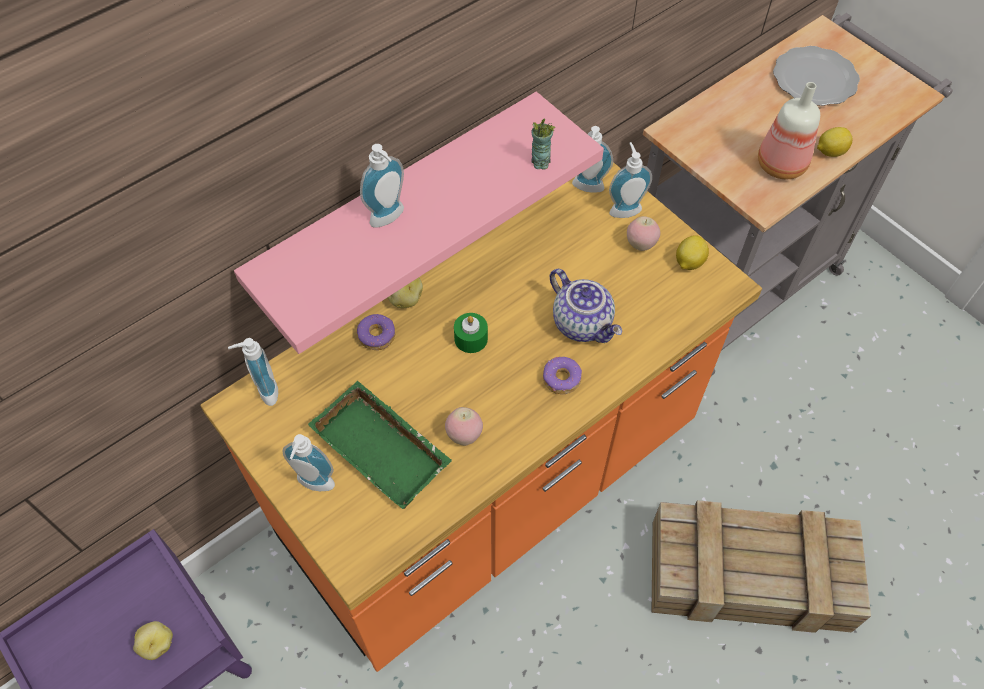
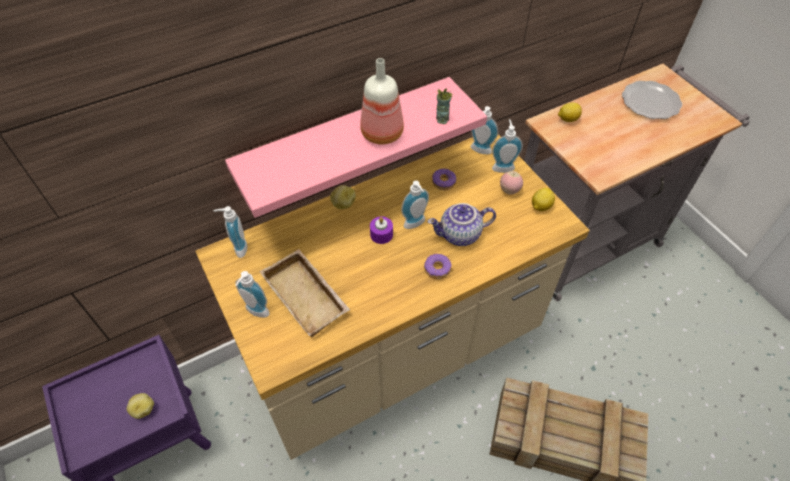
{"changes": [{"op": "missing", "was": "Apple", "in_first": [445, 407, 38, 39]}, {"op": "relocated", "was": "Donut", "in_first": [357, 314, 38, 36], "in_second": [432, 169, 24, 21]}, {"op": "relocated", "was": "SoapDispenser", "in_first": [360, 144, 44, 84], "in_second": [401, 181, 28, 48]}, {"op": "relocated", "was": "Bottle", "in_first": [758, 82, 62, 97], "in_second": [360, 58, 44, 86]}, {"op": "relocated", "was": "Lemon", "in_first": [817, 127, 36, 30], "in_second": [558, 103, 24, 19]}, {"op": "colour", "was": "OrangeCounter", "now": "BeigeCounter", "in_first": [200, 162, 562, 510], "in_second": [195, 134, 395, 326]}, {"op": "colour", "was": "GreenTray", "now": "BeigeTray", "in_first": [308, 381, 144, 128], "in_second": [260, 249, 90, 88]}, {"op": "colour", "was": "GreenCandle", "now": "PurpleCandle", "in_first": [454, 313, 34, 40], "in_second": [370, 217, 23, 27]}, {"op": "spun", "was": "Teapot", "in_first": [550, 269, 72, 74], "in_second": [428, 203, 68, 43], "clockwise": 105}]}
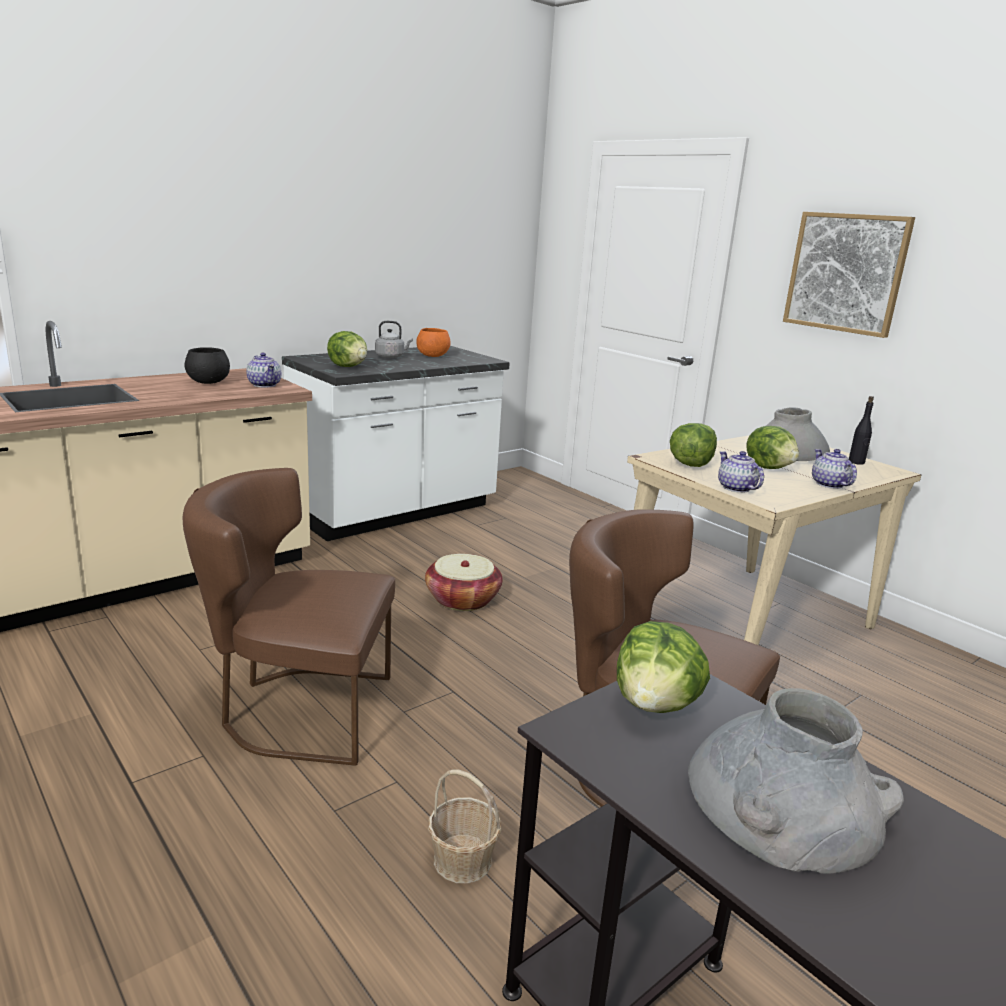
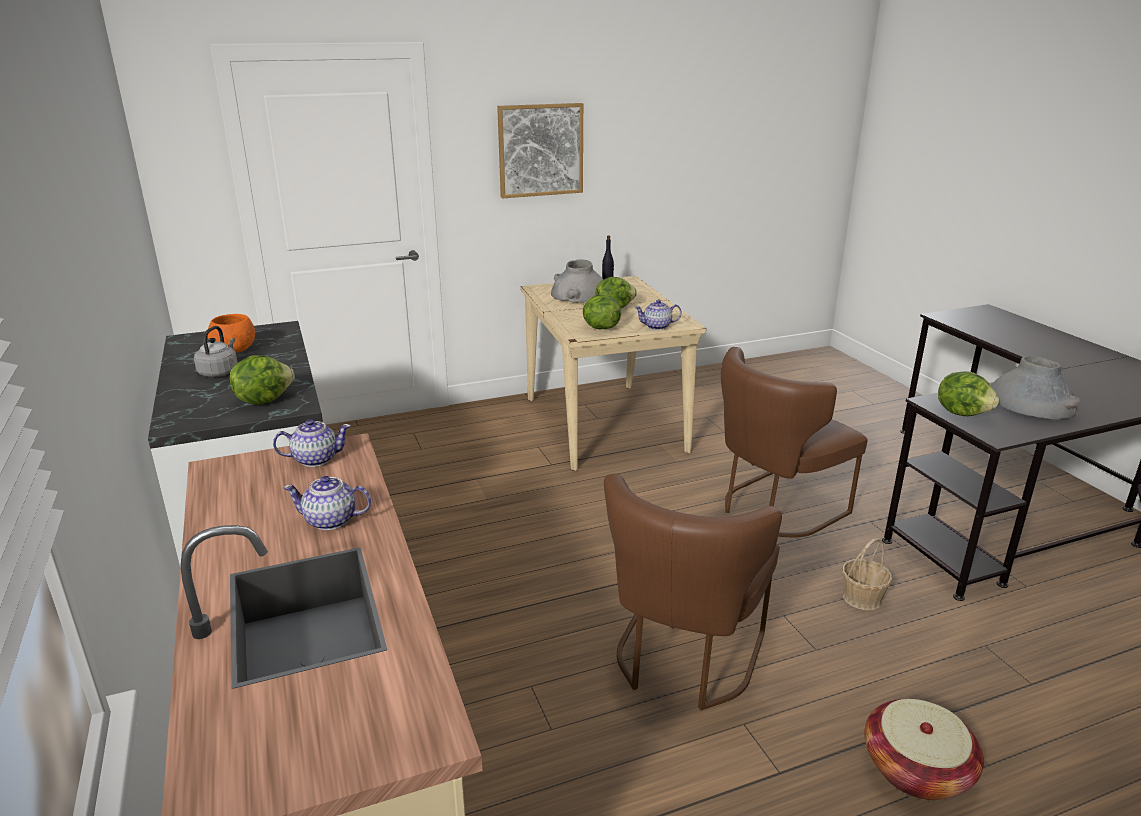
{"changes": [{"op": "missing", "was": "BlackBowl", "in_first": [184, 347, 46, 37]}, {"op": "relocated", "was": "Basket", "in_first": [425, 554, 78, 57], "in_second": [864, 699, 120, 101]}, {"op": "relocated", "was": "Teapot", "in_first": [812, 449, 45, 40], "in_second": [283, 476, 88, 54]}]}
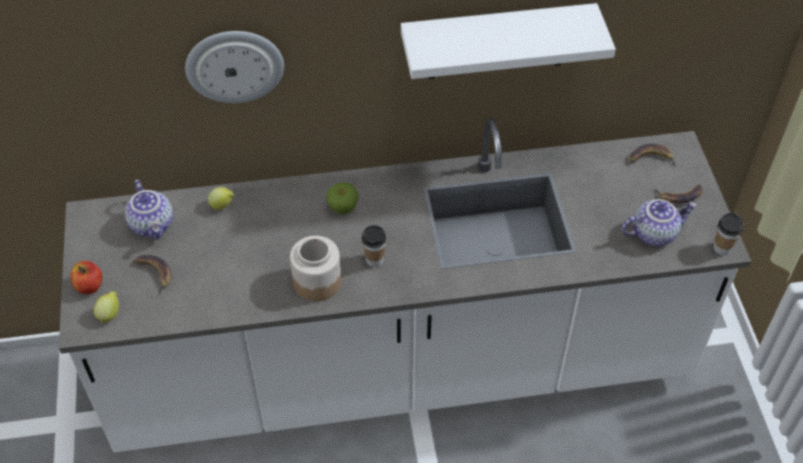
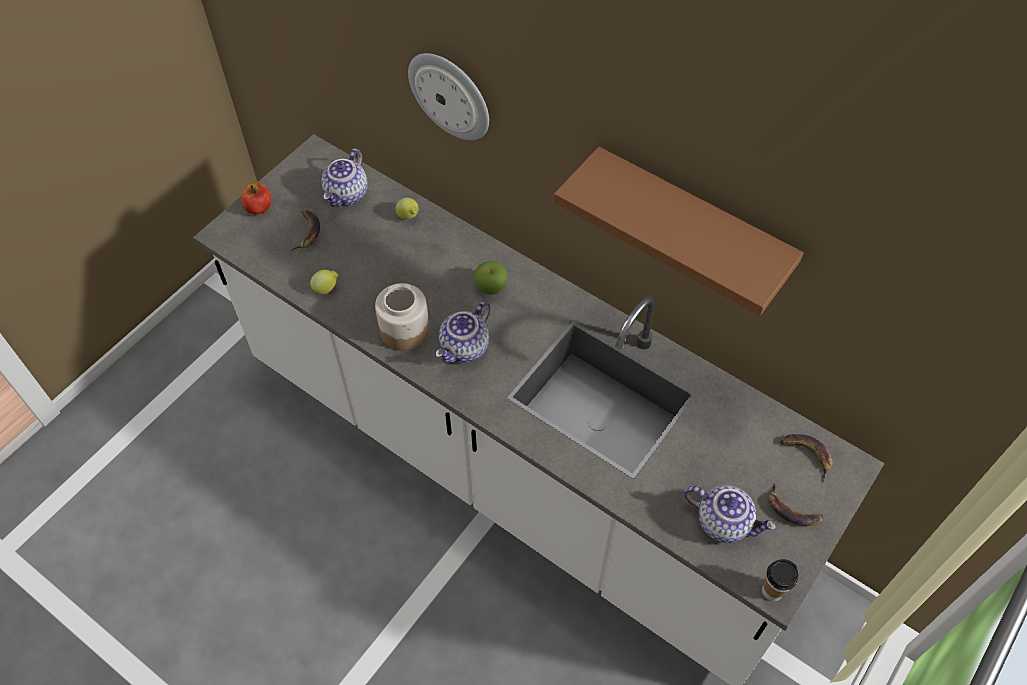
{"changes": [{"op": "relocated", "was": "Lemon", "in_first": [94, 291, 25, 32], "in_second": [310, 270, 28, 25]}, {"op": "exchanged", "was": "Cup", "now": "Teapot", "in_first": [362, 225, 25, 42], "in_second": [435, 301, 55, 62]}, {"op": "colour", "was": "WhiteShelf", "now": "BrownShelf", "in_first": [401, 3, 215, 76], "in_second": [554, 147, 249, 169]}]}
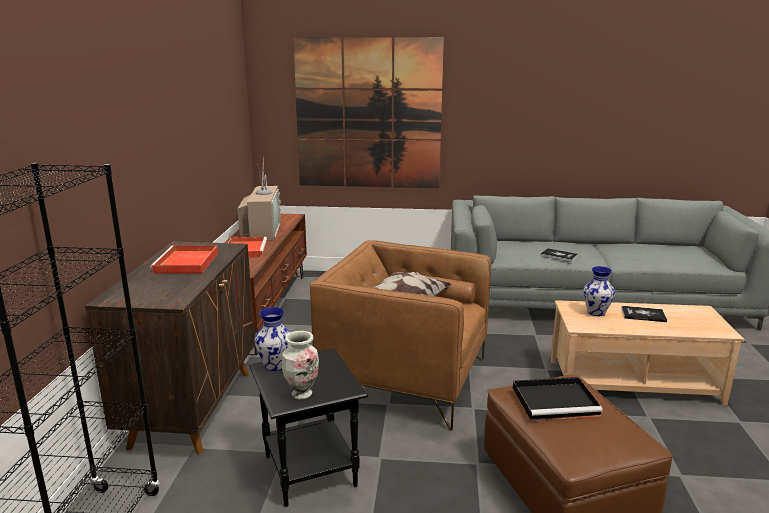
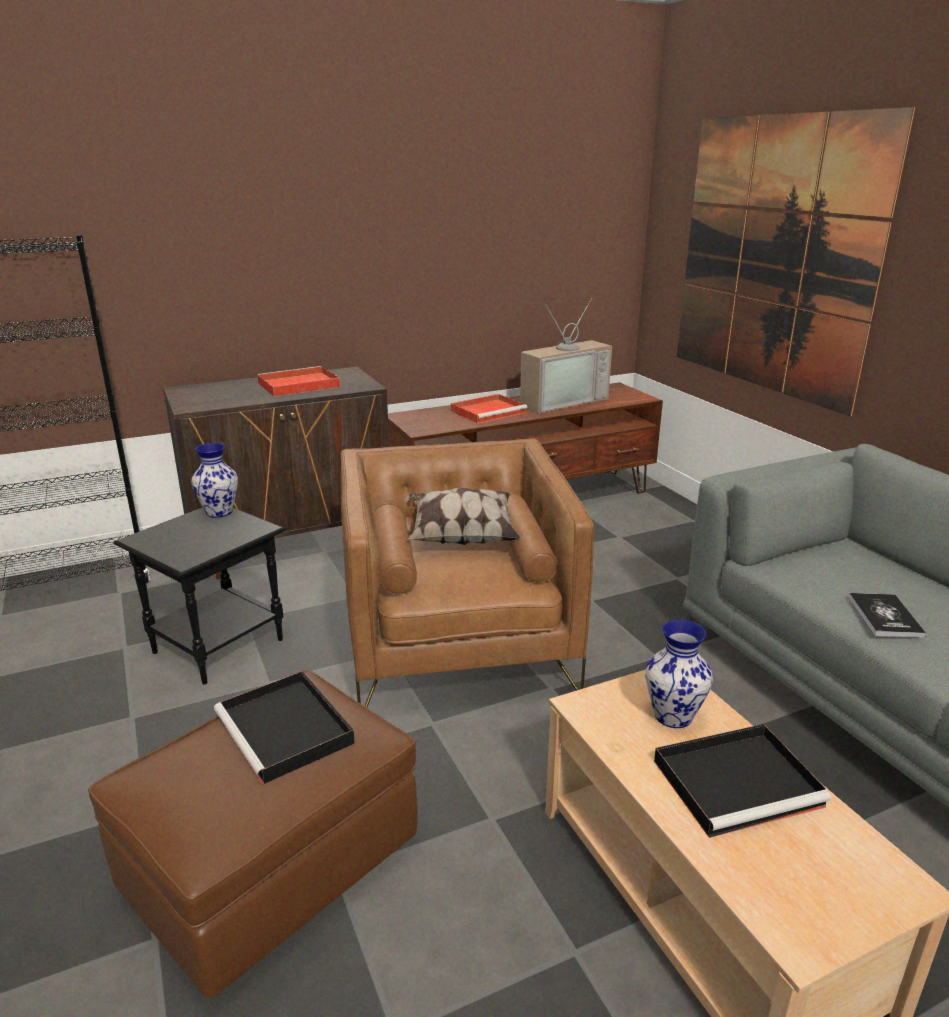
{"changes": [{"op": "missing", "was": "Vase", "in_first": [282, 331, 37, 69]}, {"op": "exchanged", "was": "Book", "now": "BlackTray", "in_first": [621, 306, 46, 16], "in_second": [654, 724, 177, 114]}]}
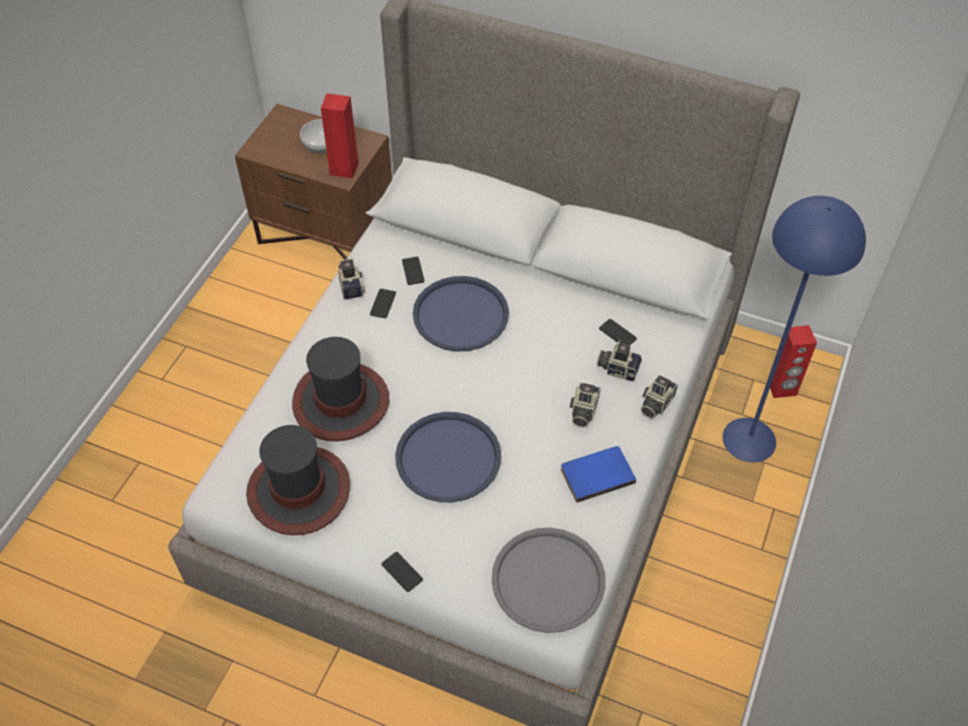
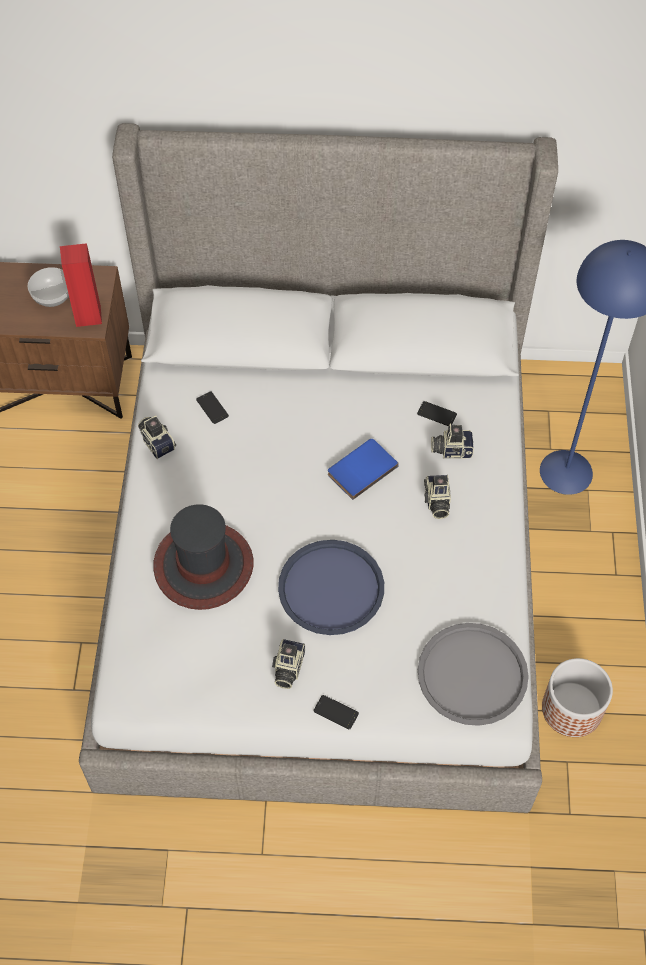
{"changes": [{"op": "missing", "was": "Hat", "in_first": [246, 425, 104, 110]}, {"op": "missing", "was": "Phone", "in_first": [370, 289, 26, 29]}, {"op": "missing", "was": "BlueTray", "in_first": [413, 276, 96, 76]}, {"op": "missing", "was": "RedSpeaker", "in_first": [770, 325, 47, 73]}, {"op": "appeared", "now": "Planter", "in_second": [542, 658, 71, 79]}, {"op": "relocated", "was": "BlueBook", "in_first": [561, 446, 75, 57], "in_second": [328, 439, 71, 61]}, {"op": "relocated", "was": "PhotoCamera", "in_first": [641, 375, 37, 44], "in_second": [272, 639, 33, 50]}]}
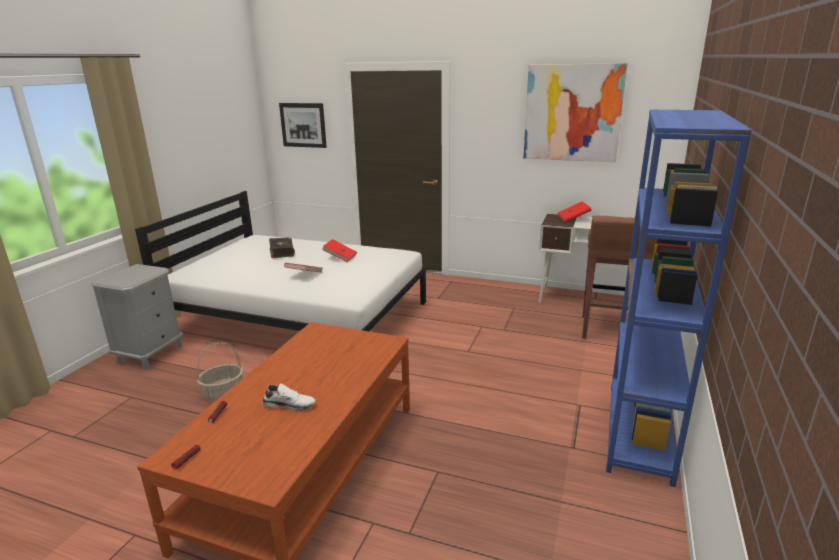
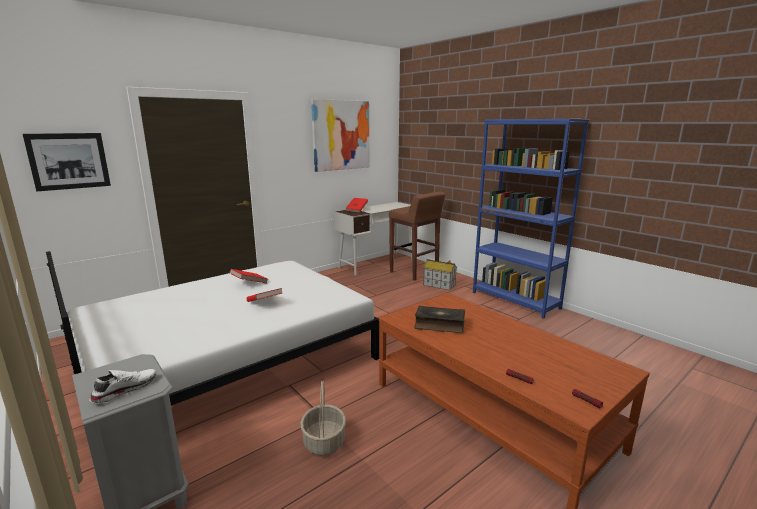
{"changes": [{"op": "appeared", "now": "ToyHouse", "in_second": [423, 259, 34, 31]}, {"op": "relocated", "was": "WhiteShoe", "in_first": [262, 384, 54, 27], "in_second": [89, 369, 67, 35]}, {"op": "relocated", "was": "Book", "in_first": [269, 237, 26, 21], "in_second": [414, 306, 51, 27]}]}
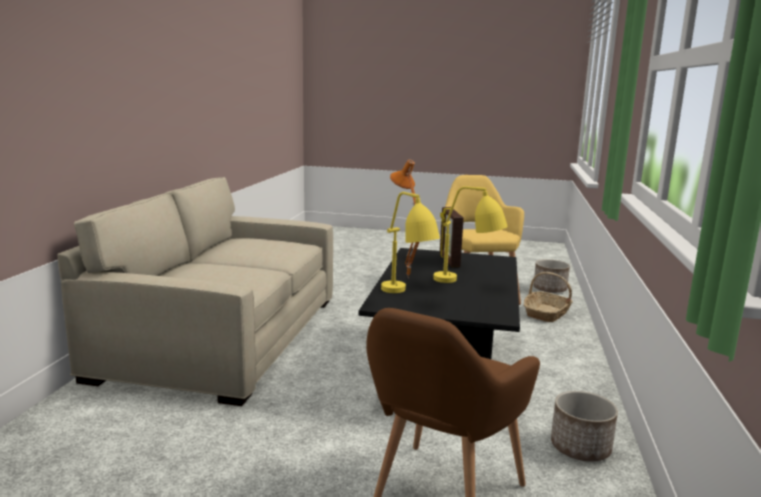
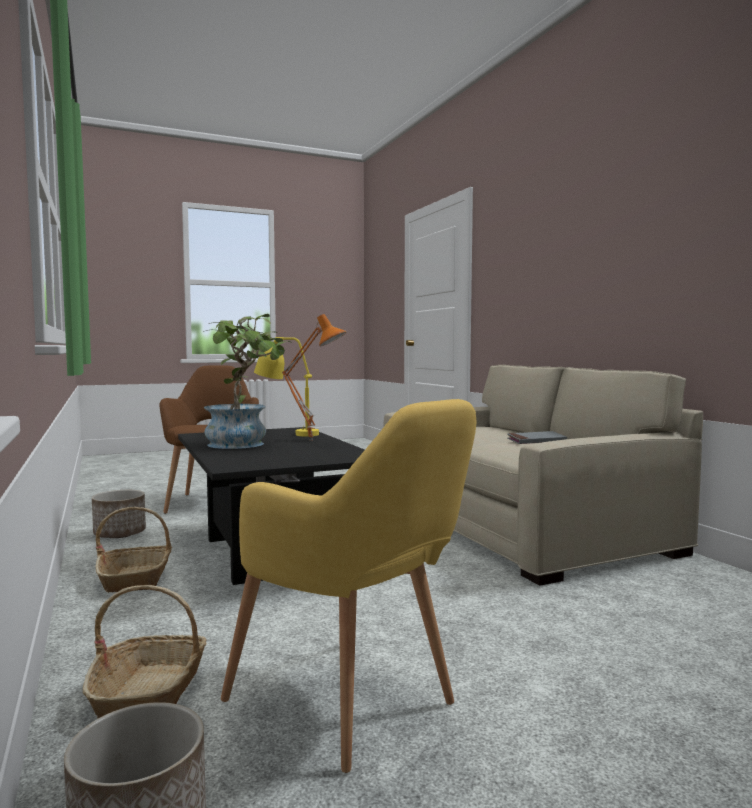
{"changes": [{"op": "missing", "was": "PictureFrame", "in_first": [440, 207, 24, 60]}, {"op": "appeared", "now": "Basket", "in_second": [95, 507, 77, 86]}, {"op": "appeared", "now": "GreyBook", "in_second": [507, 431, 60, 13]}, {"op": "exchanged", "was": "YellowTableLamp", "now": "PottedPlant", "in_first": [433, 186, 75, 97], "in_second": [203, 314, 87, 135]}]}
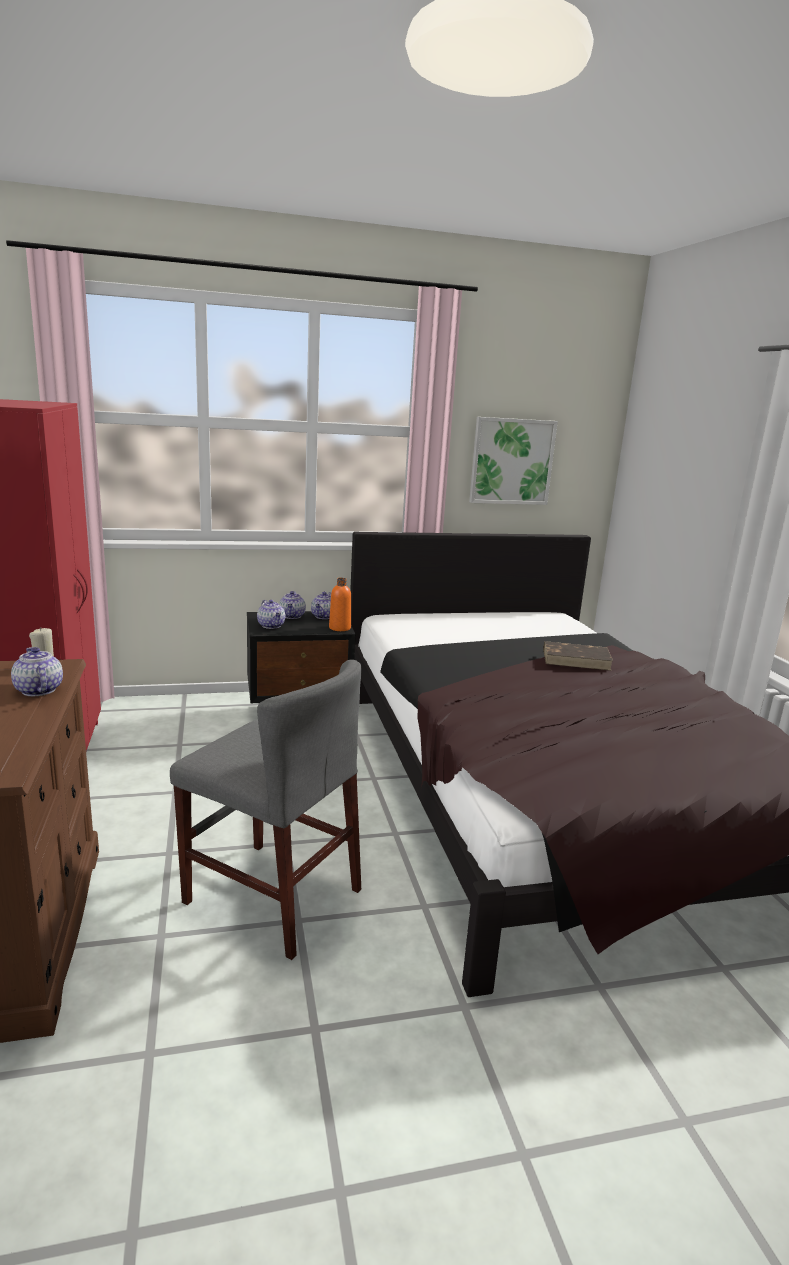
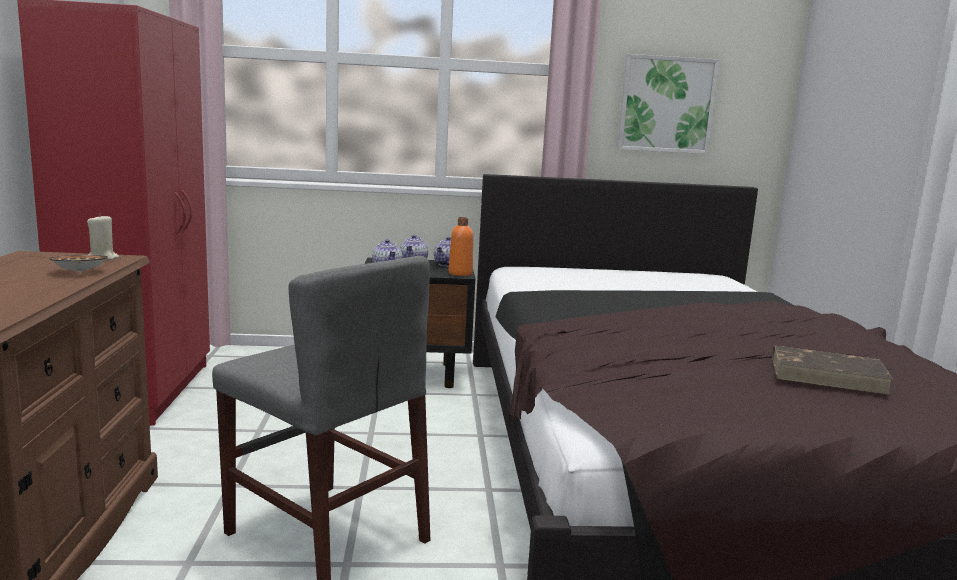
{"changes": [{"op": "relocated", "was": "BrownBook", "in_first": [543, 641, 70, 30], "in_second": [772, 345, 122, 50]}, {"op": "exchanged", "was": "Teapot", "now": "Bowl", "in_first": [11, 647, 52, 49], "in_second": [49, 255, 59, 17]}]}
